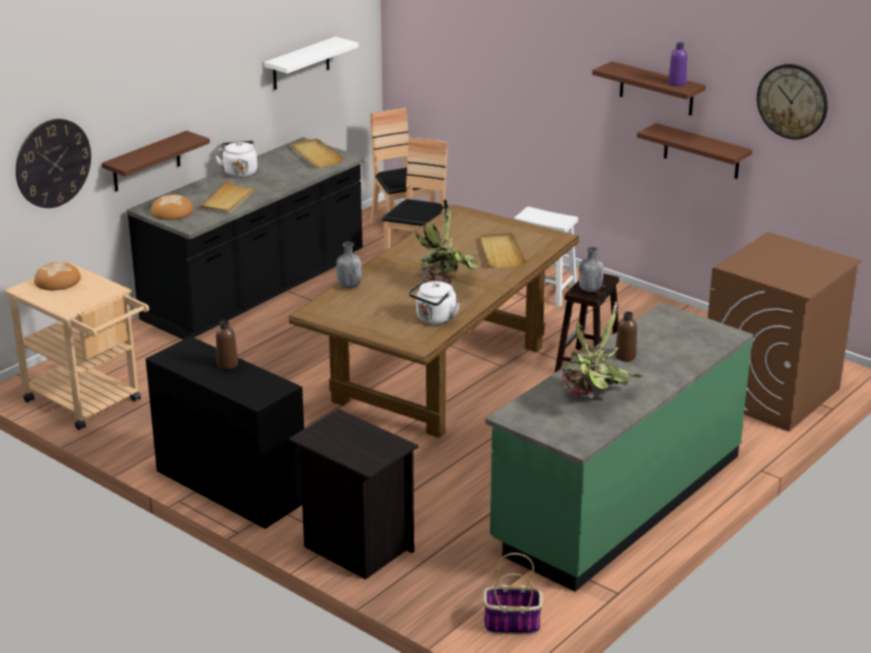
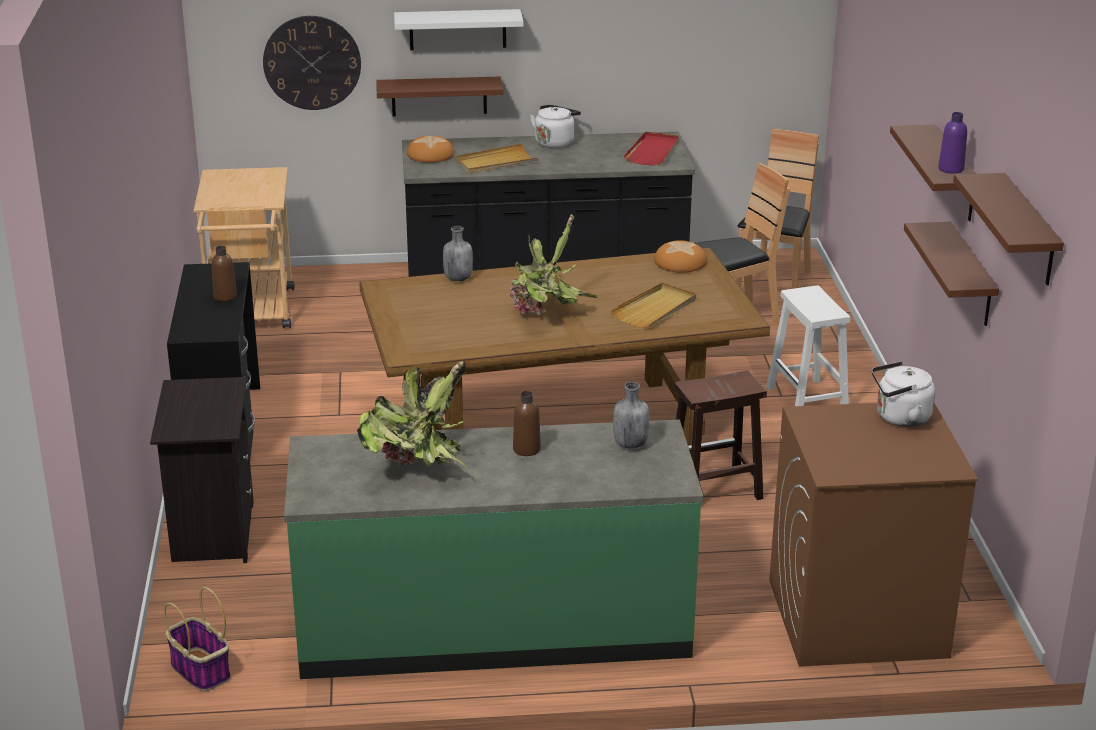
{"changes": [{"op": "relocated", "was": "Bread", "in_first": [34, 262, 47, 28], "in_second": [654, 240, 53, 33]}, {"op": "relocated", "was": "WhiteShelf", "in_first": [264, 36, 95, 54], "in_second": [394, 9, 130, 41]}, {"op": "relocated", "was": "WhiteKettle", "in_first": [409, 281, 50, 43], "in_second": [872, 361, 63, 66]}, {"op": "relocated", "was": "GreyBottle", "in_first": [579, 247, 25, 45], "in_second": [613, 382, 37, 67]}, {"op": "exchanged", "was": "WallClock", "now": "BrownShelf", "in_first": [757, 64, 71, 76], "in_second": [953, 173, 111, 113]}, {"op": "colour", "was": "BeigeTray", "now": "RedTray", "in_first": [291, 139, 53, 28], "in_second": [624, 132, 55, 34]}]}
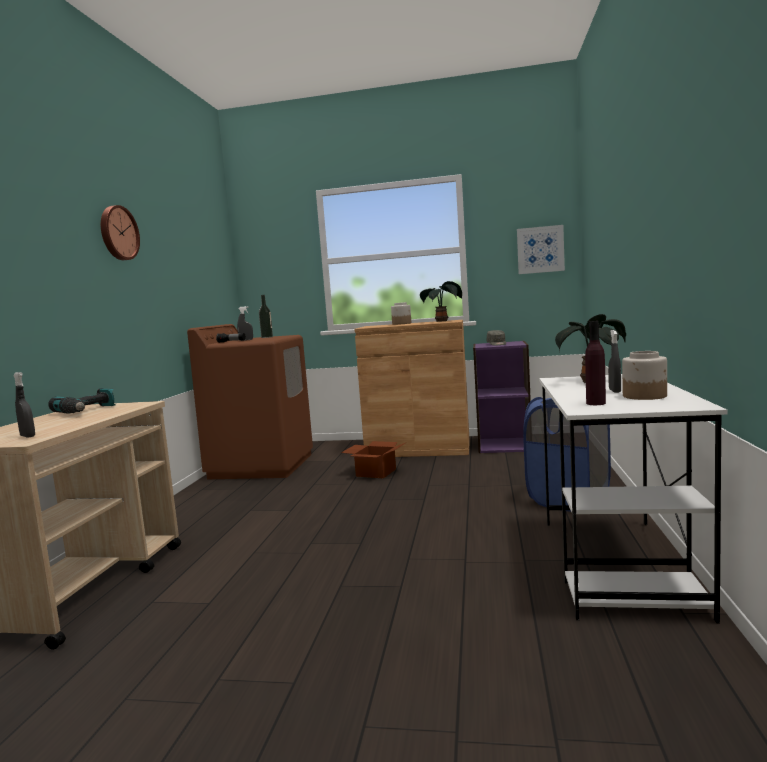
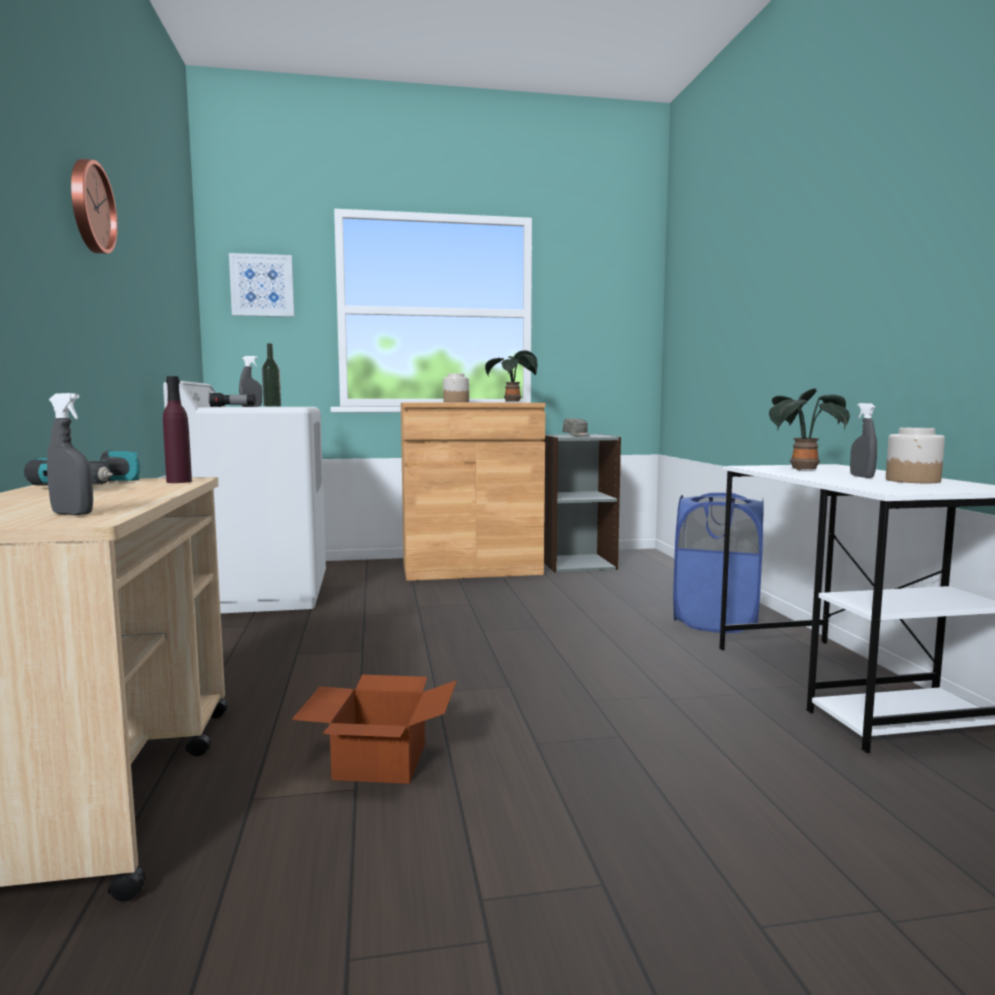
{"changes": [{"op": "relocated", "was": "CardboardBox", "in_first": [341, 441, 64, 37], "in_second": [292, 675, 165, 109]}, {"op": "relocated", "was": "Picture", "in_first": [517, 225, 48, 49], "in_second": [229, 253, 65, 64]}, {"op": "relocated", "was": "PurpleBottle", "in_first": [585, 321, 21, 84], "in_second": [163, 376, 29, 107]}, {"op": "colour", "was": "BrownWashingMachine", "now": "WhiteWashingMachine", "in_first": [187, 324, 126, 155], "in_second": [163, 381, 163, 232]}, {"op": "colour", "was": "PurpleBookcase", "now": "GreyBookcase", "in_first": [473, 341, 58, 112], "in_second": [544, 434, 77, 139]}]}
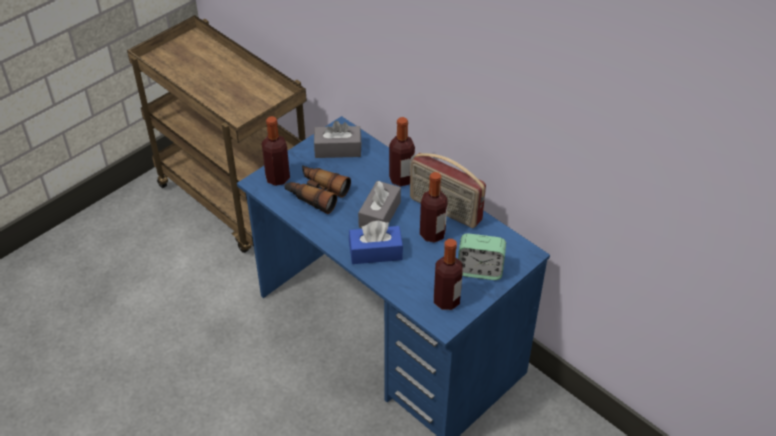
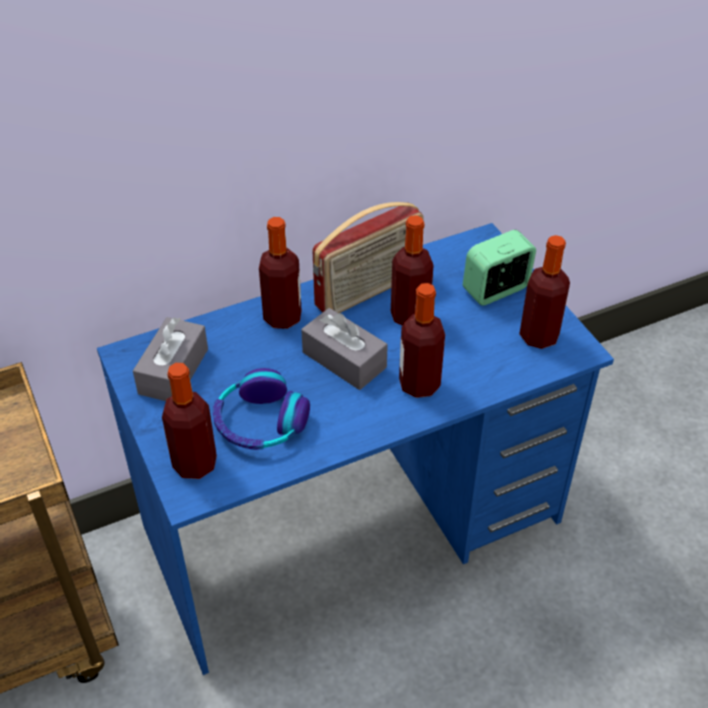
{"changes": [{"op": "exchanged", "was": "Binoculars", "now": "Headphones", "in_first": [284, 165, 67, 49], "in_second": [213, 368, 97, 82]}, {"op": "exchanged", "was": "BlueTissueBox", "now": "Bottle", "in_first": [349, 221, 54, 43], "in_second": [399, 283, 46, 115]}, {"op": "spun", "was": "AlarmClock", "in_first": [458, 233, 48, 47], "in_second": [463, 230, 73, 75], "clockwise": -150}]}
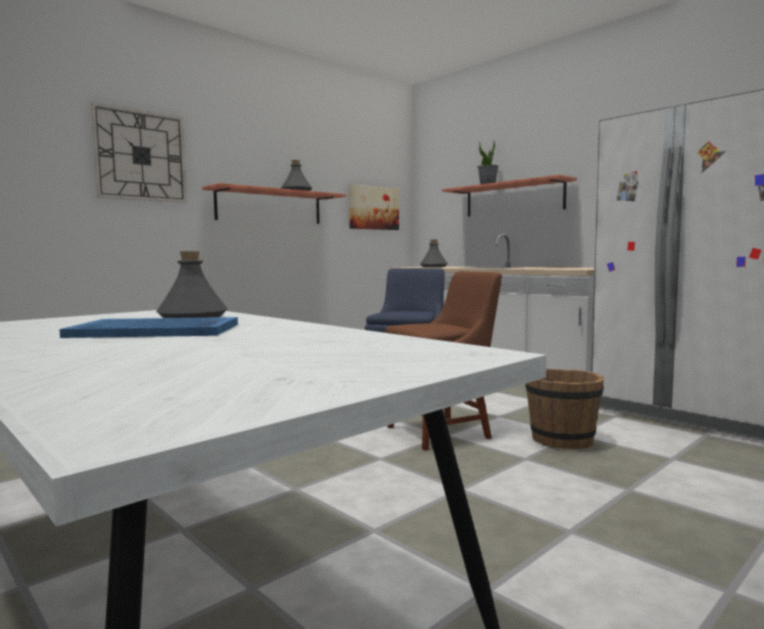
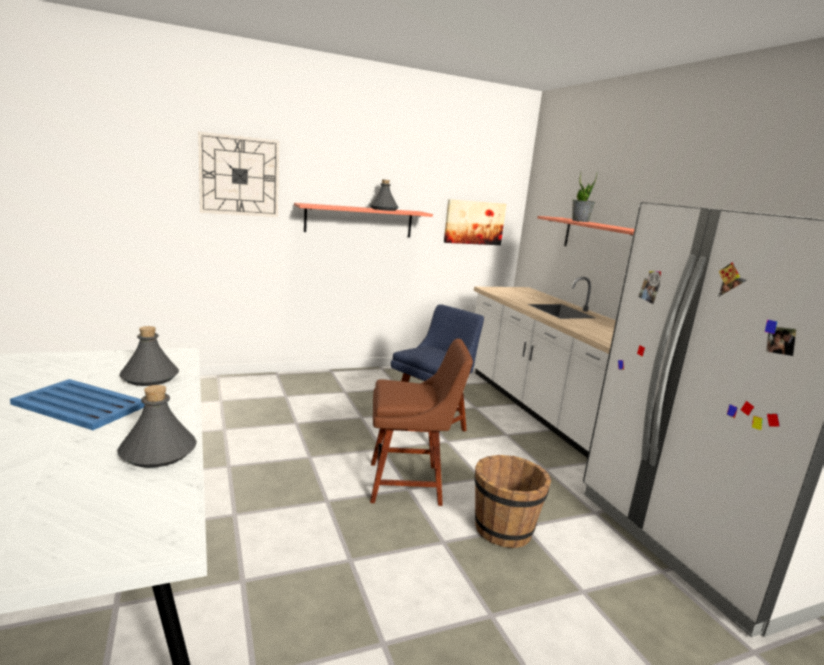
{"changes": [{"op": "relocated", "was": "GreyBottle", "in_first": [420, 240, 28, 27], "in_second": [117, 385, 80, 83]}]}
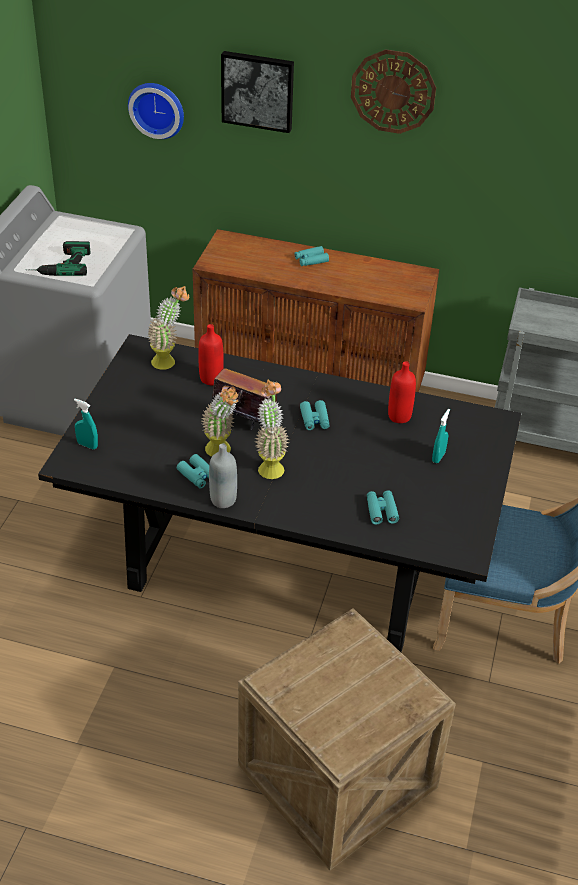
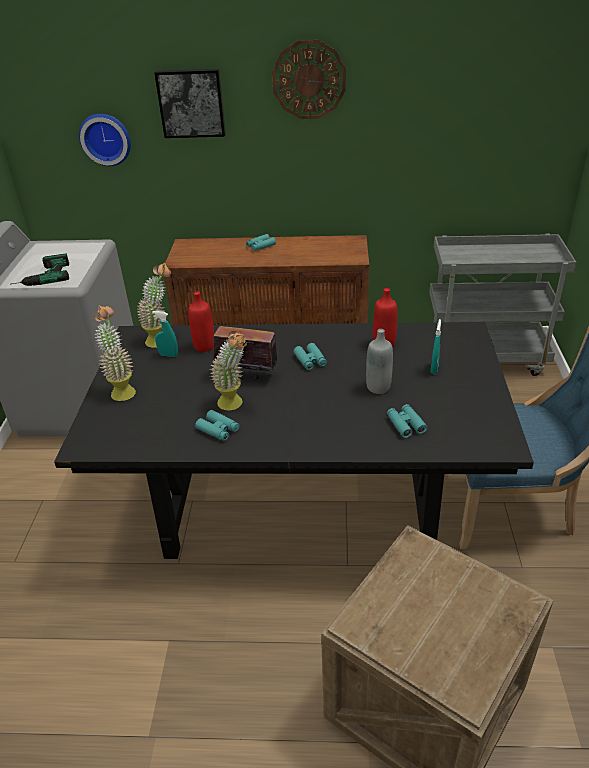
{"changes": [{"op": "relocated", "was": "TurquoiseSprayBottle", "in_first": [74, 399, 24, 50], "in_second": [152, 311, 26, 46]}, {"op": "relocated", "was": "GreyBottle", "in_first": [209, 443, 28, 65], "in_second": [366, 329, 27, 65]}, {"op": "relocated", "was": "PottedPlant", "in_first": [255, 380, 35, 99], "in_second": [95, 306, 41, 95]}]}
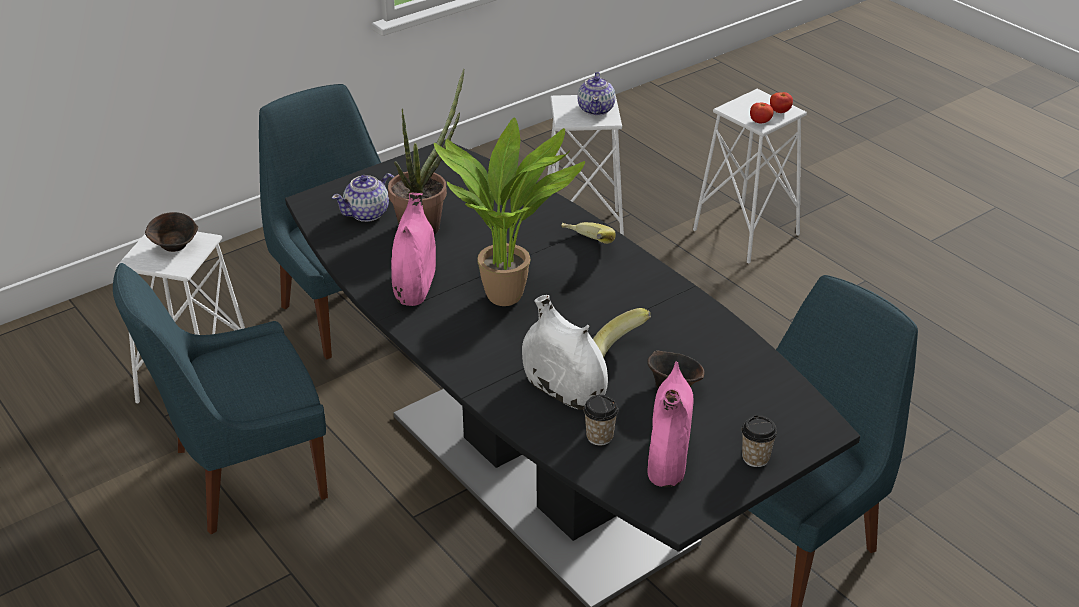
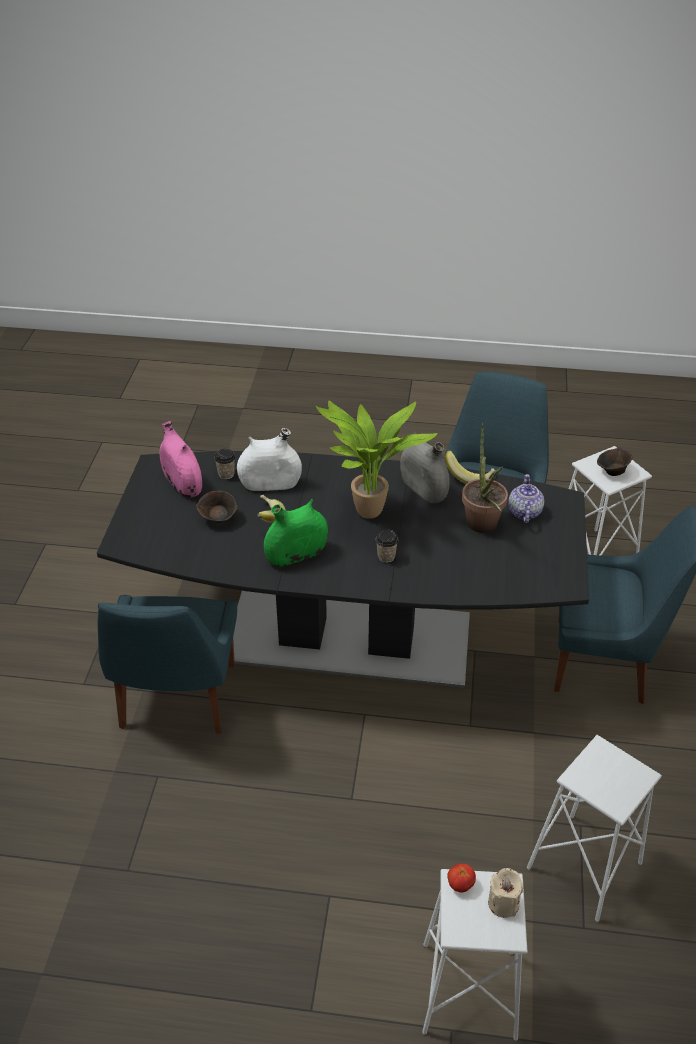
{"changes": [{"op": "missing", "was": "Teapot", "in_first": [577, 72, 38, 44]}, {"op": "missing", "was": "Tomato", "in_first": [770, 92, 23, 21]}, {"op": "appeared", "now": "GreenVase", "in_second": [264, 499, 64, 68]}, {"op": "appeared", "now": "BeigeCandle", "in_second": [488, 868, 35, 50]}, {"op": "relocated", "was": "Banana", "in_first": [561, 222, 55, 22], "in_second": [445, 451, 51, 33]}, {"op": "relocated", "was": "Cup", "in_first": [741, 415, 36, 52], "in_second": [376, 530, 23, 33]}, {"op": "colour", "was": "PinkVase", "now": "GreyVase", "in_first": [391, 193, 45, 113], "in_second": [400, 432, 50, 71]}]}
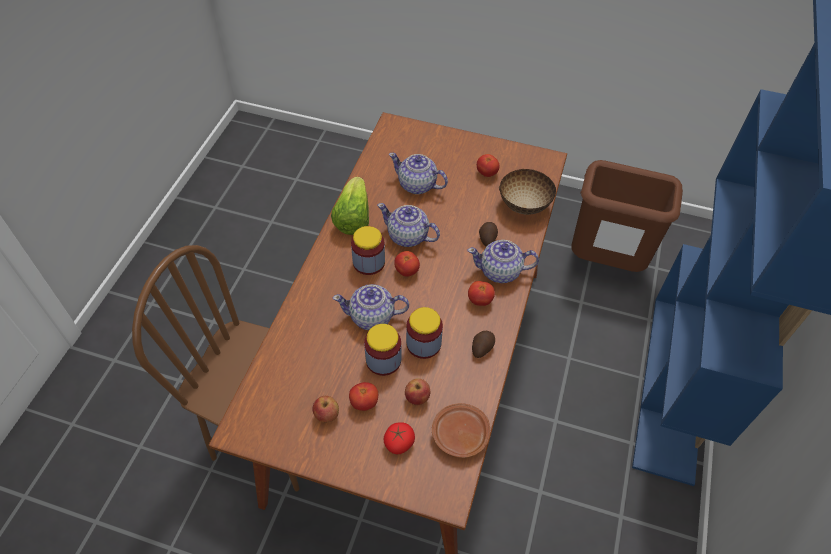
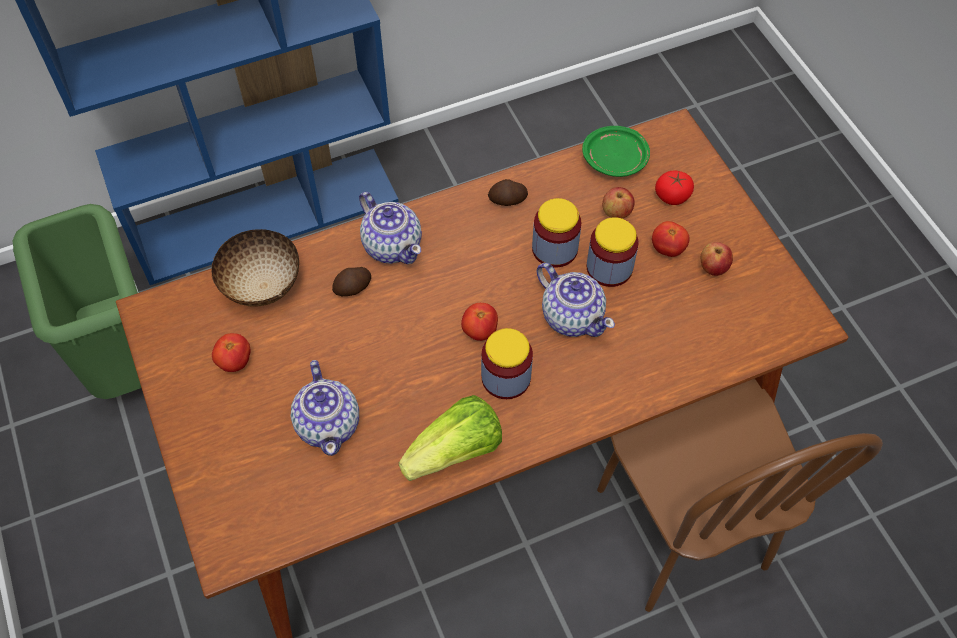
{"changes": [{"op": "missing", "was": "Teapot", "in_first": [377, 203, 63, 44]}, {"op": "missing", "was": "Tomato", "in_first": [468, 281, 27, 25]}, {"op": "colour", "was": "BrownPlate", "now": "GreenPlate", "in_first": [432, 403, 58, 55], "in_second": [582, 126, 68, 51]}, {"op": "colour", "was": "BrownTrashCan", "now": "GreenTrashCan", "in_first": [571, 160, 112, 112], "in_second": [12, 204, 129, 195]}]}
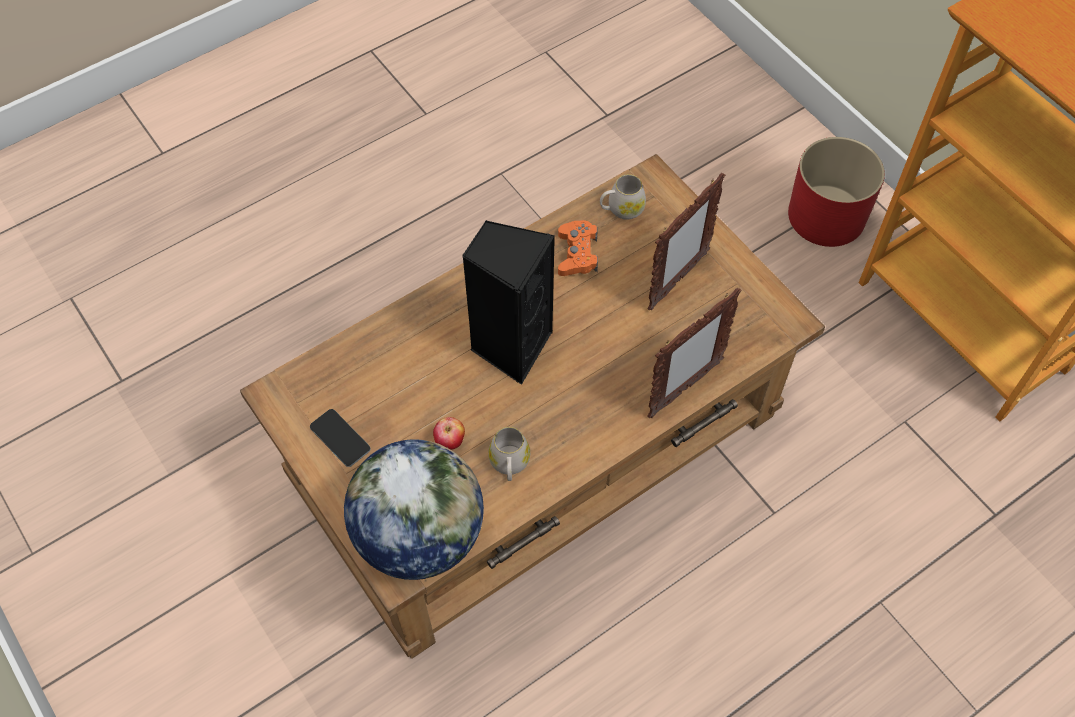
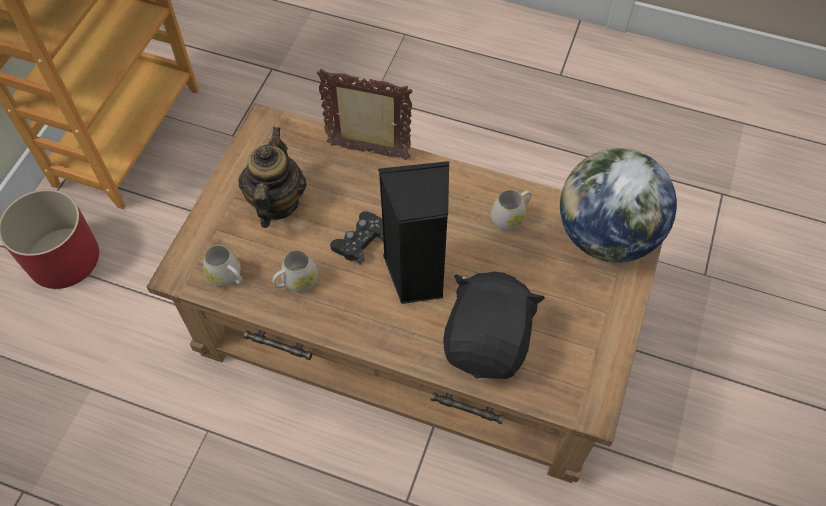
{"changes": [{"op": "missing", "was": "Phone", "in_first": [310, 409, 60, 58]}, {"op": "missing", "was": "Apple", "in_first": [433, 417, 32, 33]}, {"op": "appeared", "now": "BlackGameController", "in_second": [330, 211, 53, 54]}, {"op": "appeared", "now": "BlackPlushToy", "in_second": [443, 272, 102, 107]}, {"op": "exchanged", "was": "OrangeGameController", "now": "WhiteMug", "in_first": [558, 220, 40, 56], "in_second": [272, 250, 46, 42]}, {"op": "exchanged", "was": "PictureFrame", "now": "Teapot", "in_first": [648, 172, 77, 139], "in_second": [238, 127, 69, 101]}]}
